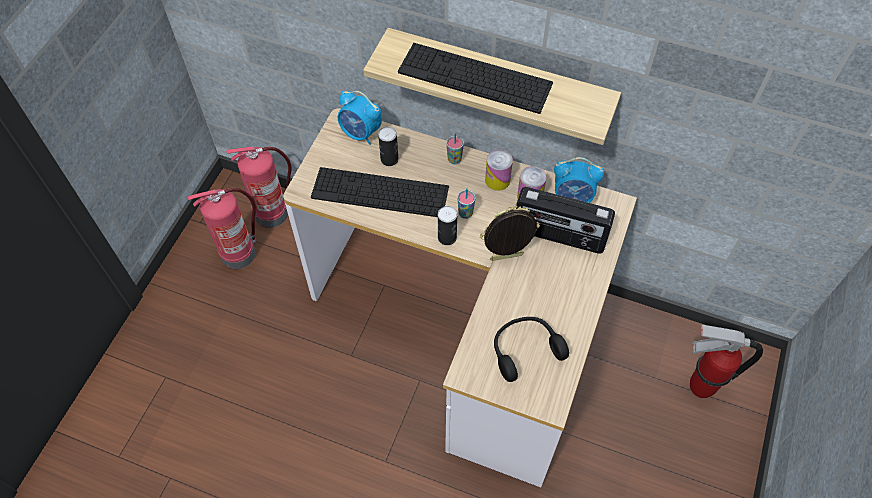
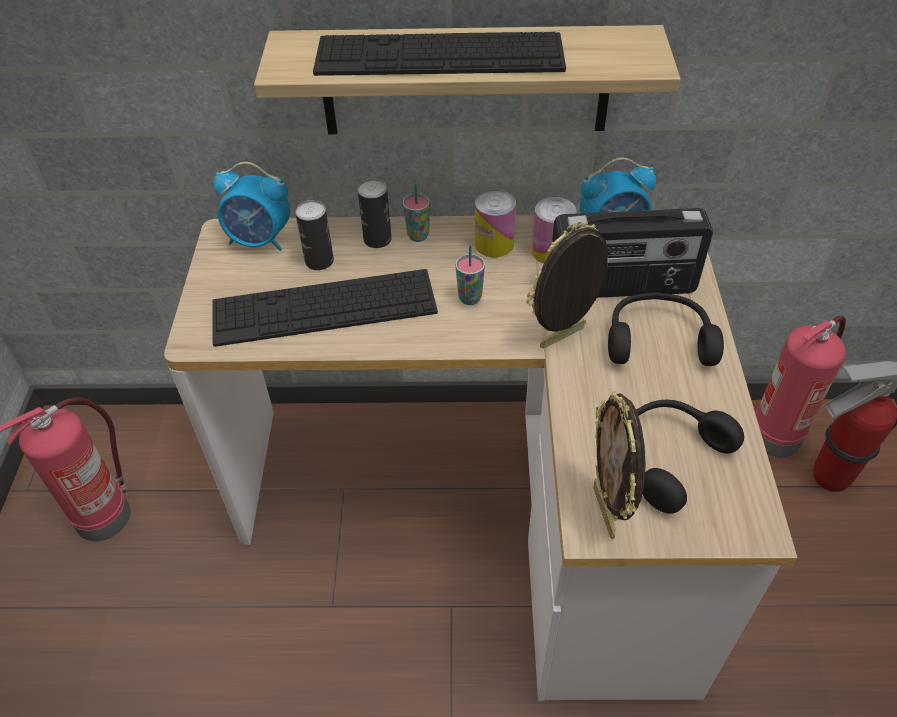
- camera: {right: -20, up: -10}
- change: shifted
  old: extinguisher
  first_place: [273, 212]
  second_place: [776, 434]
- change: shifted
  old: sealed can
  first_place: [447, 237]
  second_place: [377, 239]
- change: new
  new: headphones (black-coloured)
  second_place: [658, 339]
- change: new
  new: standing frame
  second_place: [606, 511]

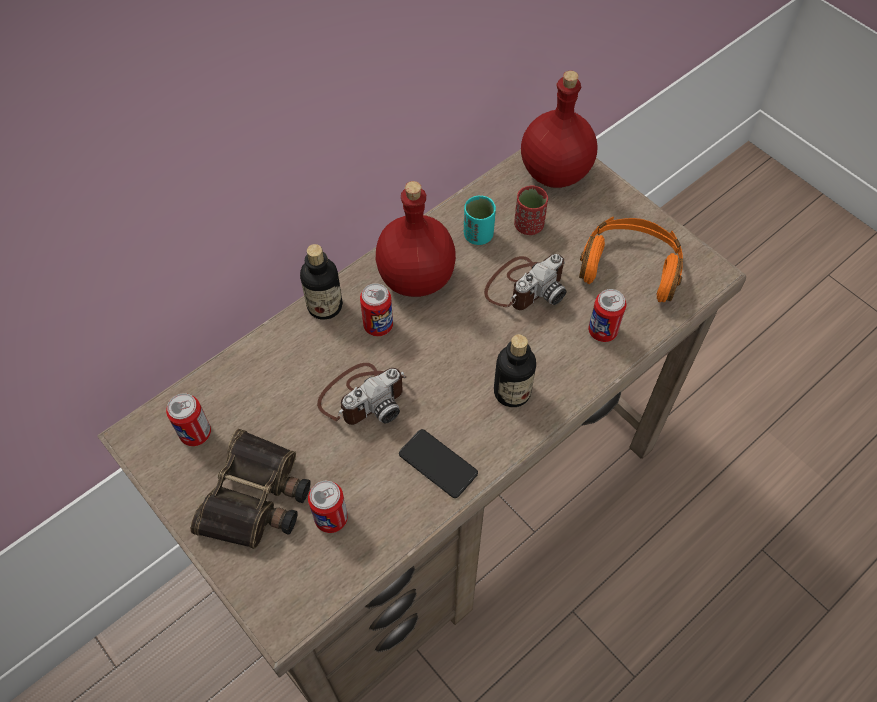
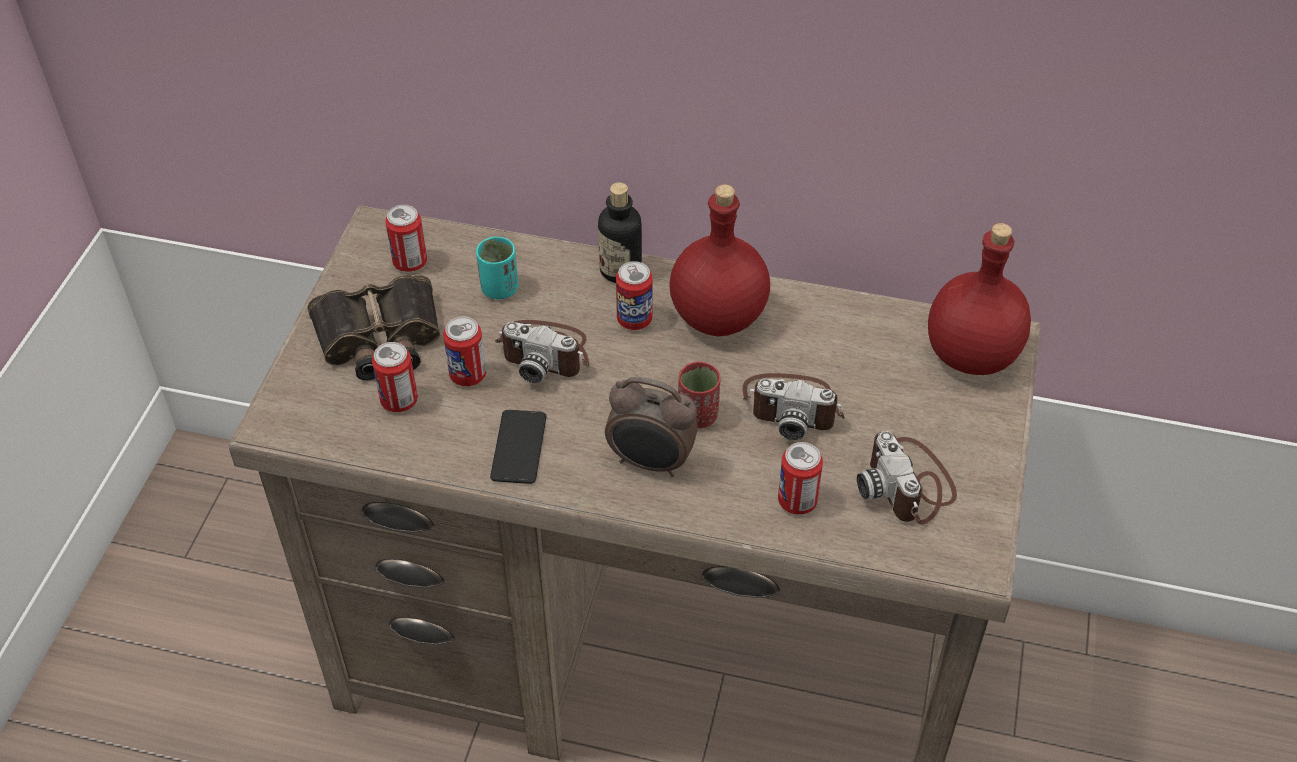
- camera: {right: 55, up: -10}
- change: shifted
  old: cup (reddish)
  first_place: [528, 225]
  second_place: [698, 415]
- change: shifted
  old: cup (blue-green)
  first_place: [478, 235]
  second_place: [499, 289]
- change: swapped
  old: headphones (orange)
  new: photo camera
  first_place: [630, 267]
  second_place: [908, 484]
- change: swapped
  old: beverage bottle
  new: alarm clock
  first_place: [512, 392]
  second_place: [651, 463]
- change: new
  new: sealed can
  second_place: [468, 375]

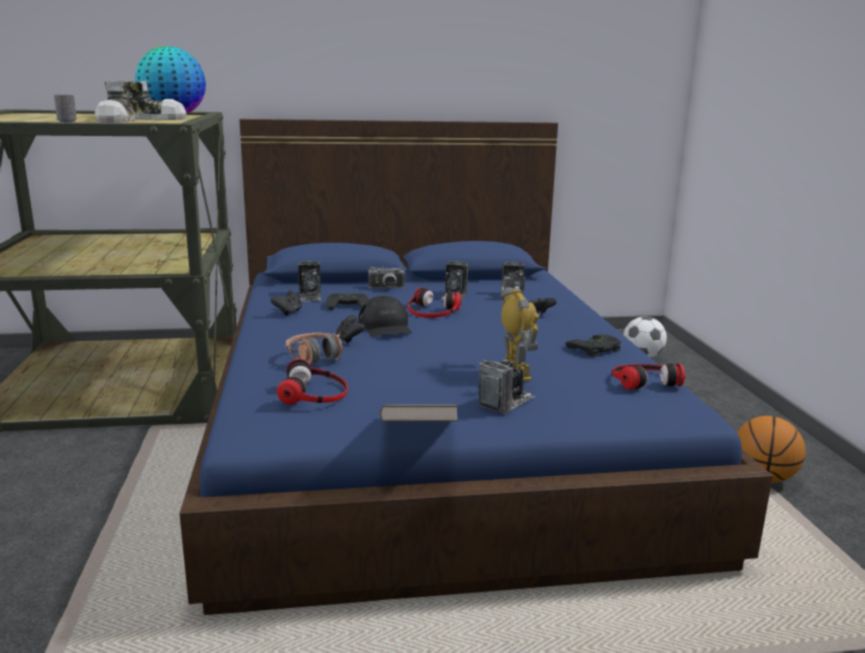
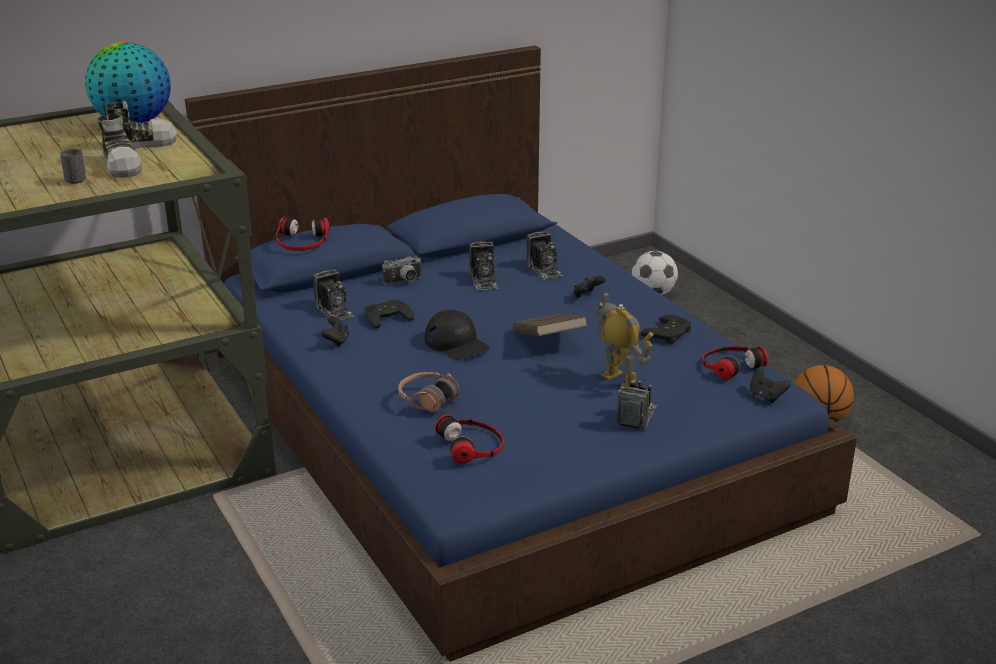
- camera: {right: -20, up: 10}
- change: shifted
  old: headphones
  first_place: [432, 311]
  second_place: [302, 240]
- change: shifted
  old: game controller (black-coloured)
  first_place: [349, 339]
  second_place: [766, 396]
- change: shifted
  old: bound book (brown)
  first_place: [418, 435]
  second_place: [549, 341]

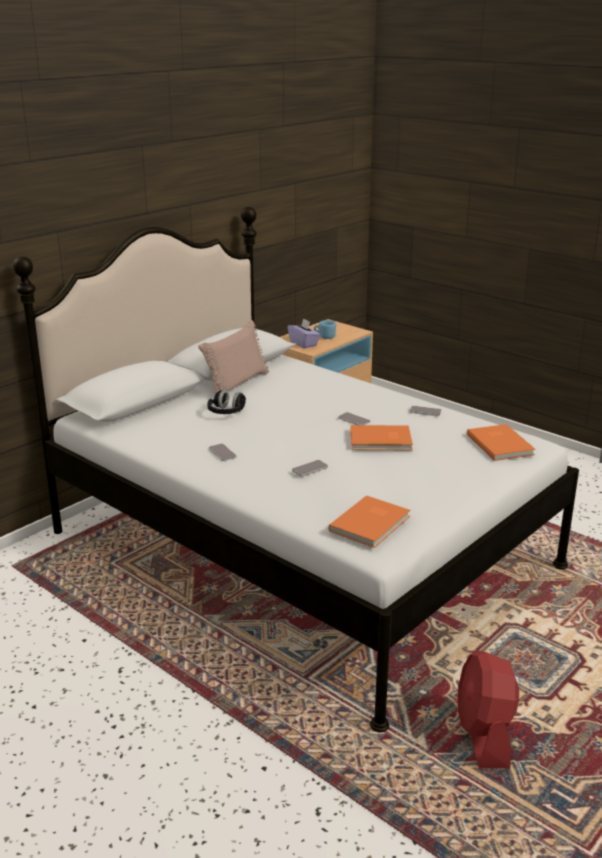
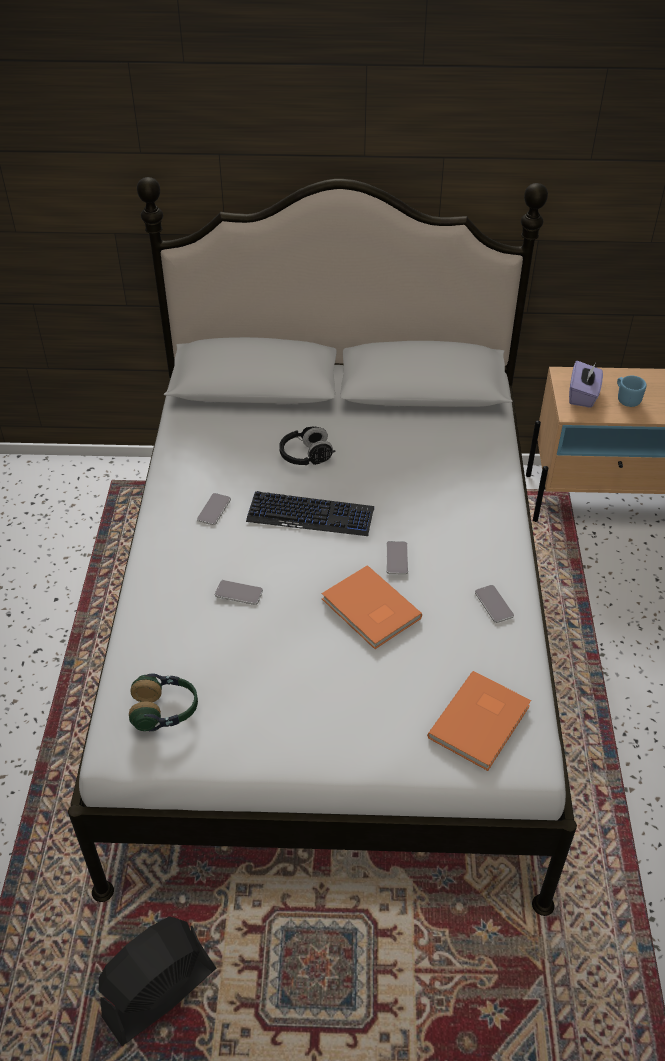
- camera: {right: 50, up: 20}
- change: gone
  old: throw pillow (sand-coloured)
  first_place: [236, 385]
- change: swapped
  old: bound book (orange)
  new: headphones
  first_place: [372, 523]
  second_place: [165, 710]
- change: repainted
  old: electric fan (reddish)
  new: electric fan (black-coloured)
  first_place: [484, 734]
  second_place: [159, 993]
- change: new
  new: PC keyboard
  second_place: [310, 515]

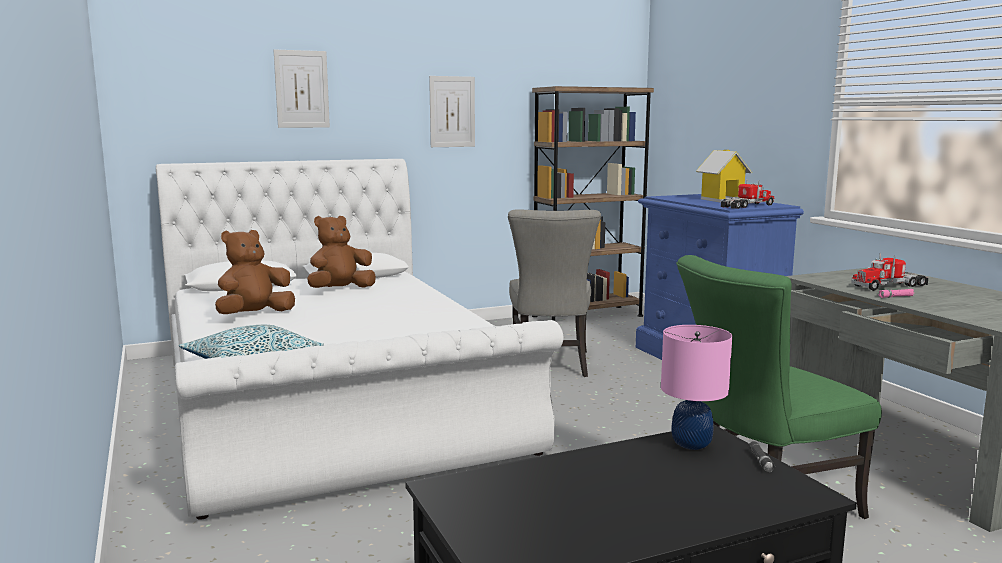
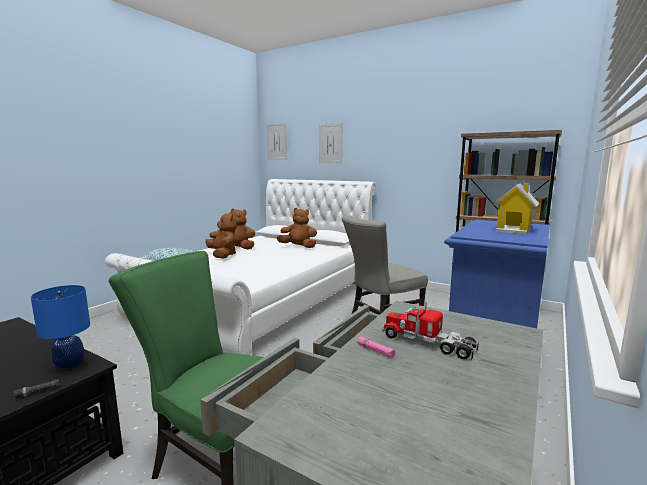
- camera: {right: 55, up: 0}
- change: shifted
  old: wall art
  first_place: [452, 111]
  second_place: [277, 141]
- change: gone
  old: toy truck
  first_place: [747, 206]
- change: repainted
  old: tabletop lamp (pink-coloured)
  new: tabletop lamp (blue-coloured)
  first_place: [693, 445]
  second_place: [69, 365]
- change: new
  new: soft toy (brown)
  second_place: [222, 255]

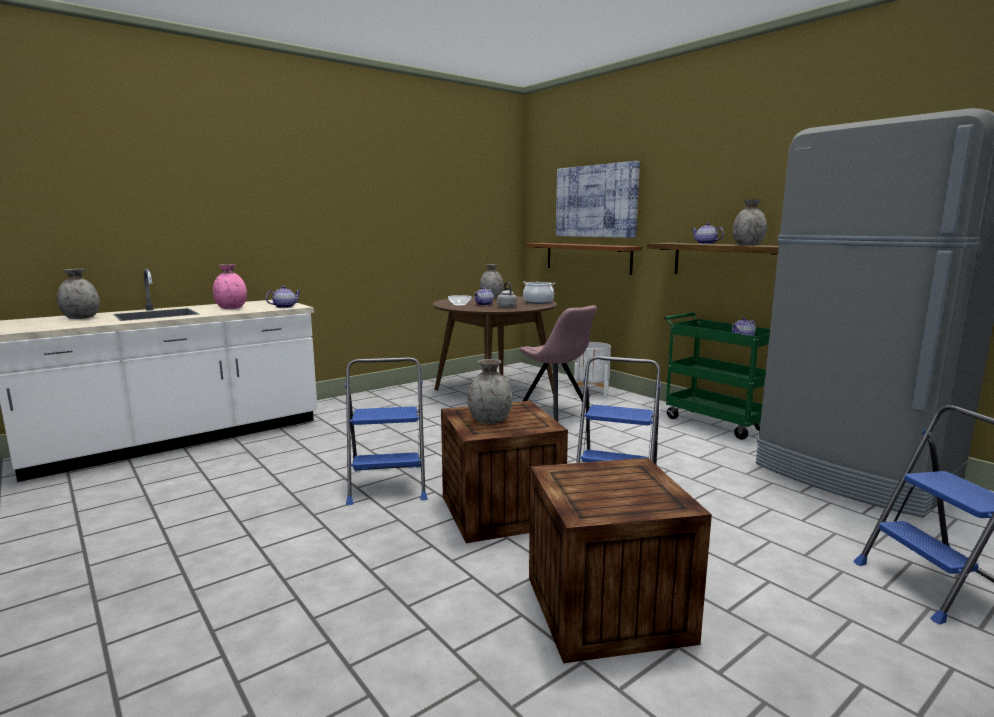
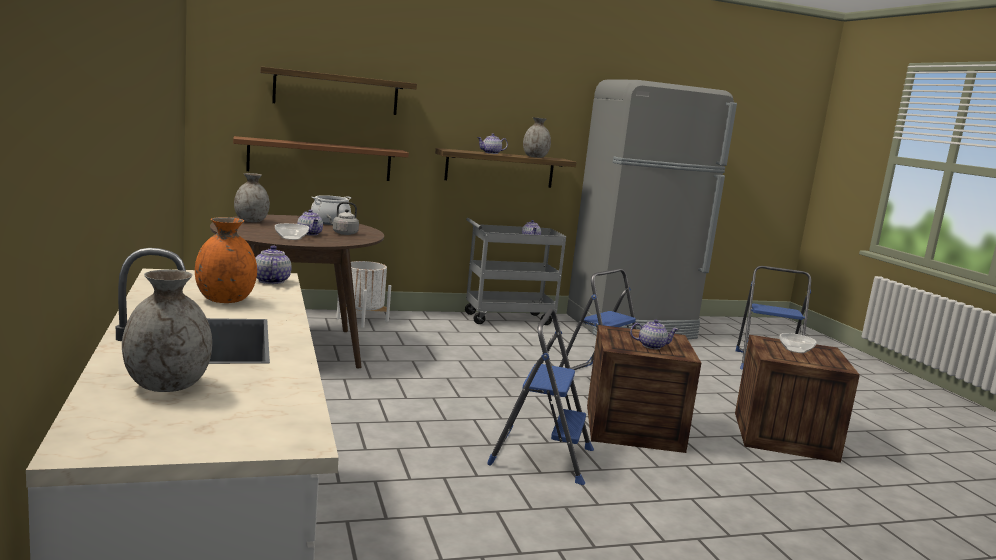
- camera: {right: -70, up: 0}
- change: swapped
  old: wall art
  new: bracket shelf
  first_place: [597, 201]
  second_place: [336, 92]
- change: repainted
  old: decorative vase (pink-coloured)
  new: decorative vase (orange)
  first_place: [231, 308]
  second_place: [225, 300]
- change: gone
  old: chair (pink-coloured)
  first_place: [555, 413]
- change: repainted
  old: trolley (greenish)
  new: trolley (greyish)
  first_place: [713, 424]
  second_place: [506, 319]
- change: swapped
  old: decorative vase (greyish)
  new: teapot
  first_place: [490, 421]
  second_place: [652, 346]
- change: new
  new: serving bowl
  second_place: [795, 350]

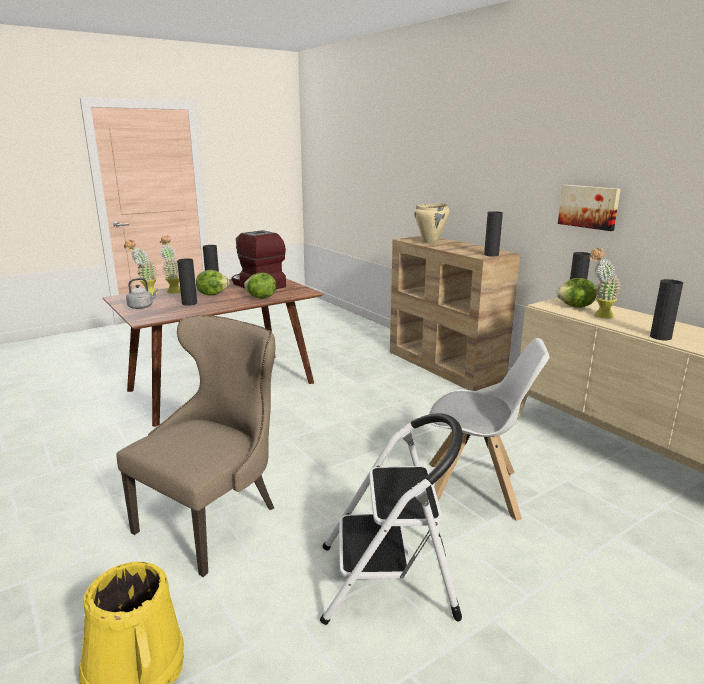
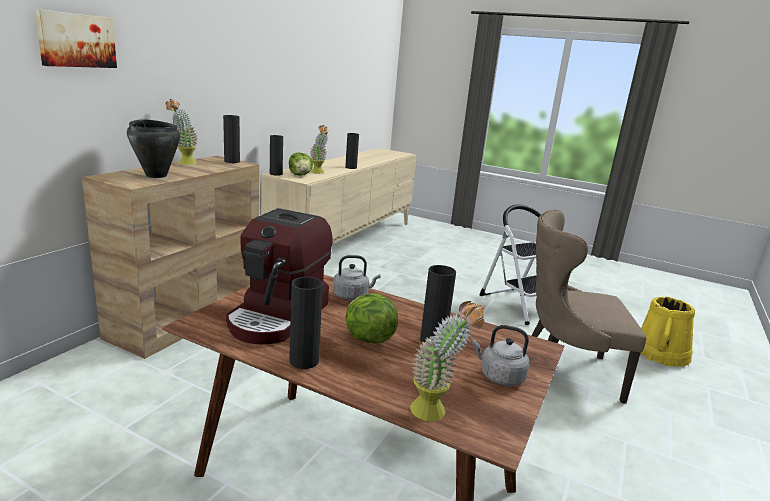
- camera: {right: -120, up: 0}
- change: shifted
  old: wall art
  first_place: [589, 207]
  second_place: [76, 40]
- change: repainted
  old: cooking pot (sand-coloured)
  new: cooking pot (black-coloured)
  first_place: [430, 242]
  second_place: [156, 175]
- change: shifted
  old: houseplant
  first_place: [173, 290]
  second_place: [184, 163]
- change: swapped
  old: head of lettuce
  new: tea kettle (greyish)
  first_place: [260, 298]
  second_place: [352, 296]
- change: gone
  old: chair
  first_place: [475, 490]

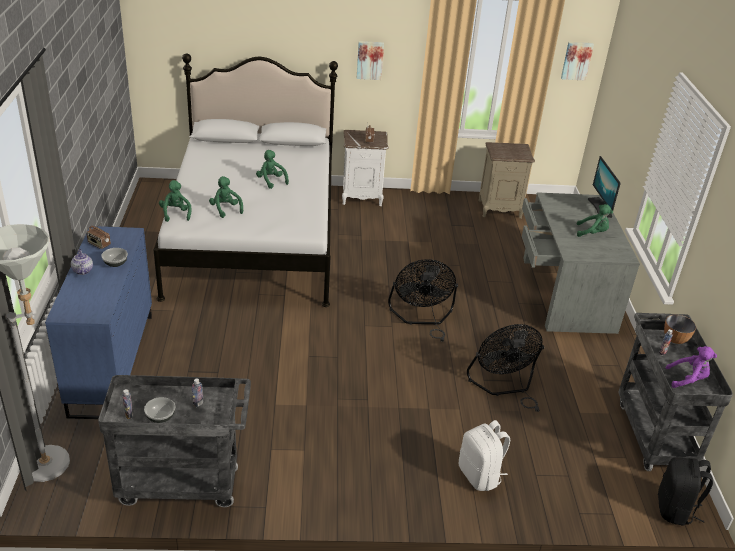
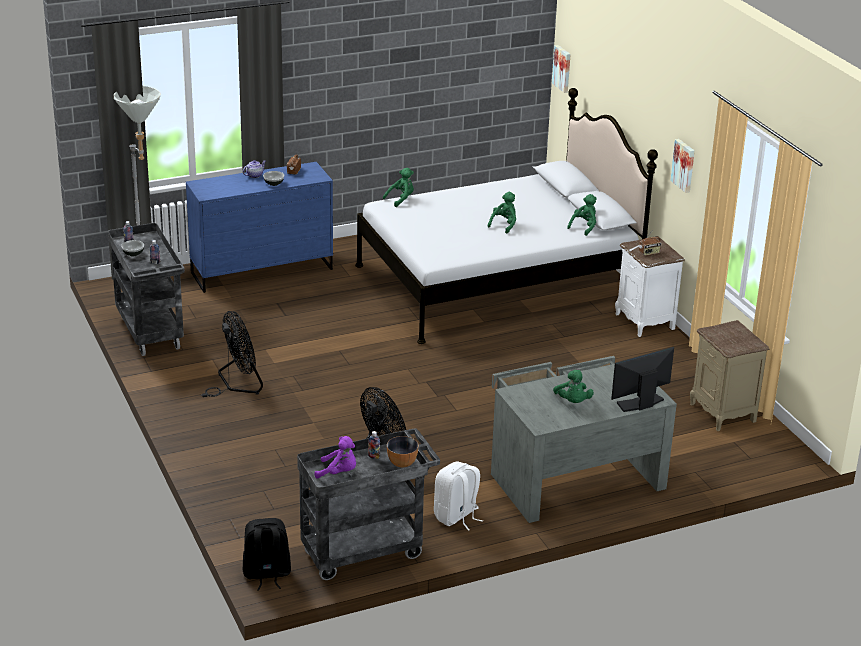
- camera: {right: 70, up: -5}
- change: shifted
  old: wall art
  first_place: [576, 60]
  second_place: [562, 68]
- change: shifted
  old: soft toy (greenish)
  first_place: [225, 209]
  second_place: [584, 227]
- change: shifted
  old: electric fan (black-coloured)
  first_place: [424, 318]
  second_place: [234, 381]
- change: rotated
  old: soft toy (purple-coloured)
  first_place: [688, 379]
  second_place: [339, 472]
  degrees: -60
- change: shifted
  old: backpack (white)
  first_place: [480, 476]
  second_place: [456, 517]

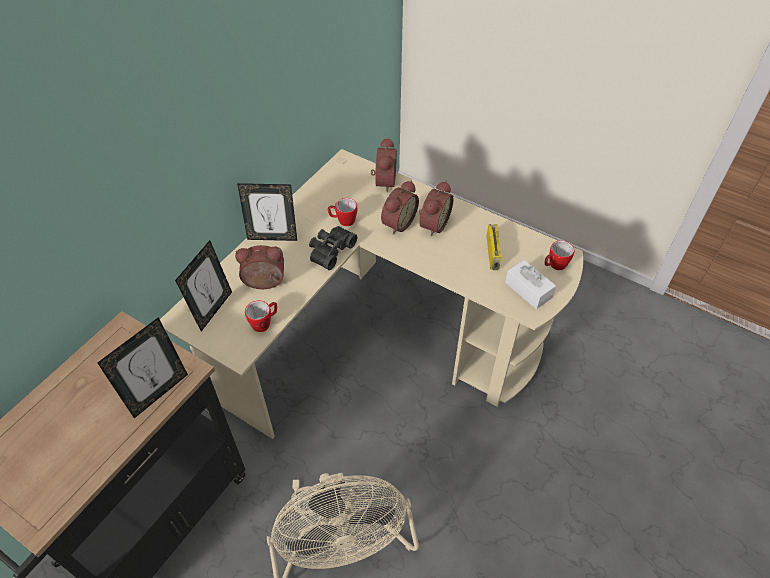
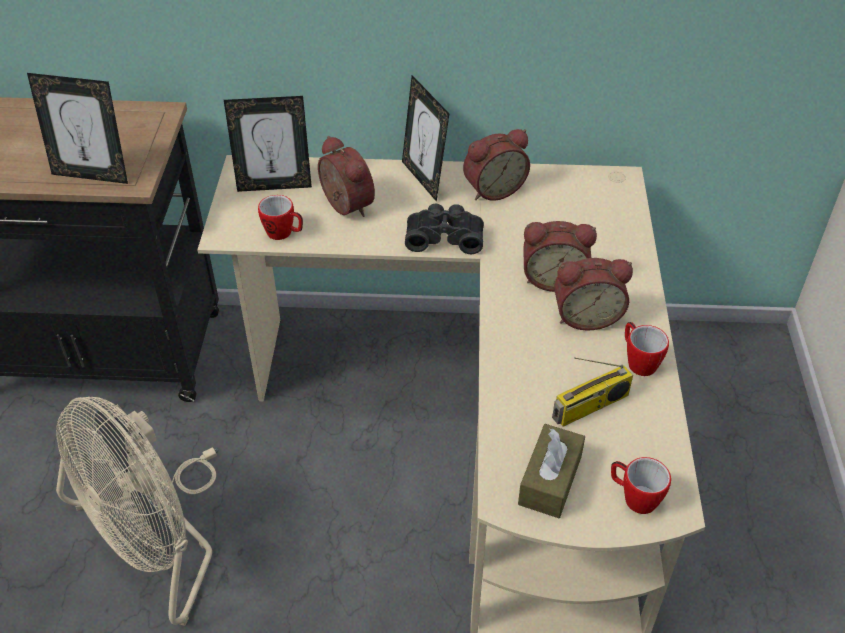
- camera: {right: 60, up: -5}
- change: shifted
  old: alarm clock
  first_place: [383, 181]
  second_place: [493, 189]
- change: shifted
  old: tea mug
  first_place: [343, 221]
  second_place: [638, 361]
- change: repainted
  old: tissue holder (white)
  new: tissue holder (brown)
  first_place: [528, 290]
  second_place: [550, 480]

